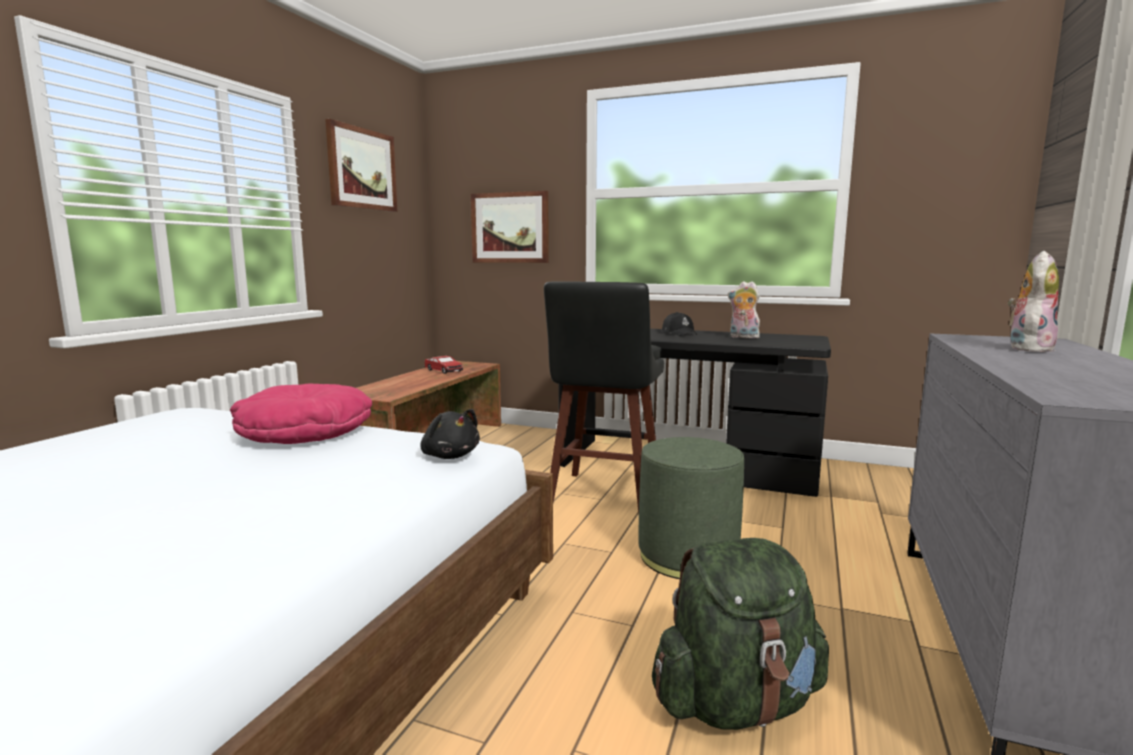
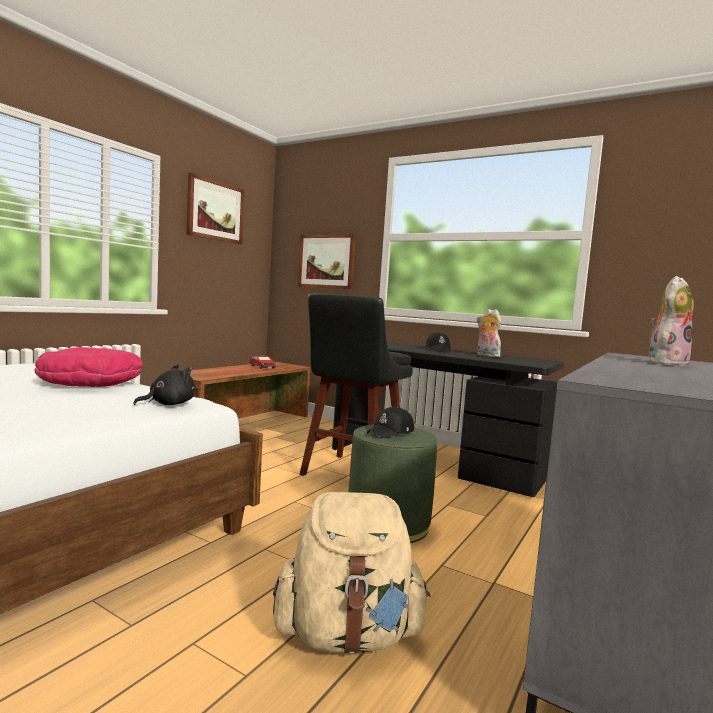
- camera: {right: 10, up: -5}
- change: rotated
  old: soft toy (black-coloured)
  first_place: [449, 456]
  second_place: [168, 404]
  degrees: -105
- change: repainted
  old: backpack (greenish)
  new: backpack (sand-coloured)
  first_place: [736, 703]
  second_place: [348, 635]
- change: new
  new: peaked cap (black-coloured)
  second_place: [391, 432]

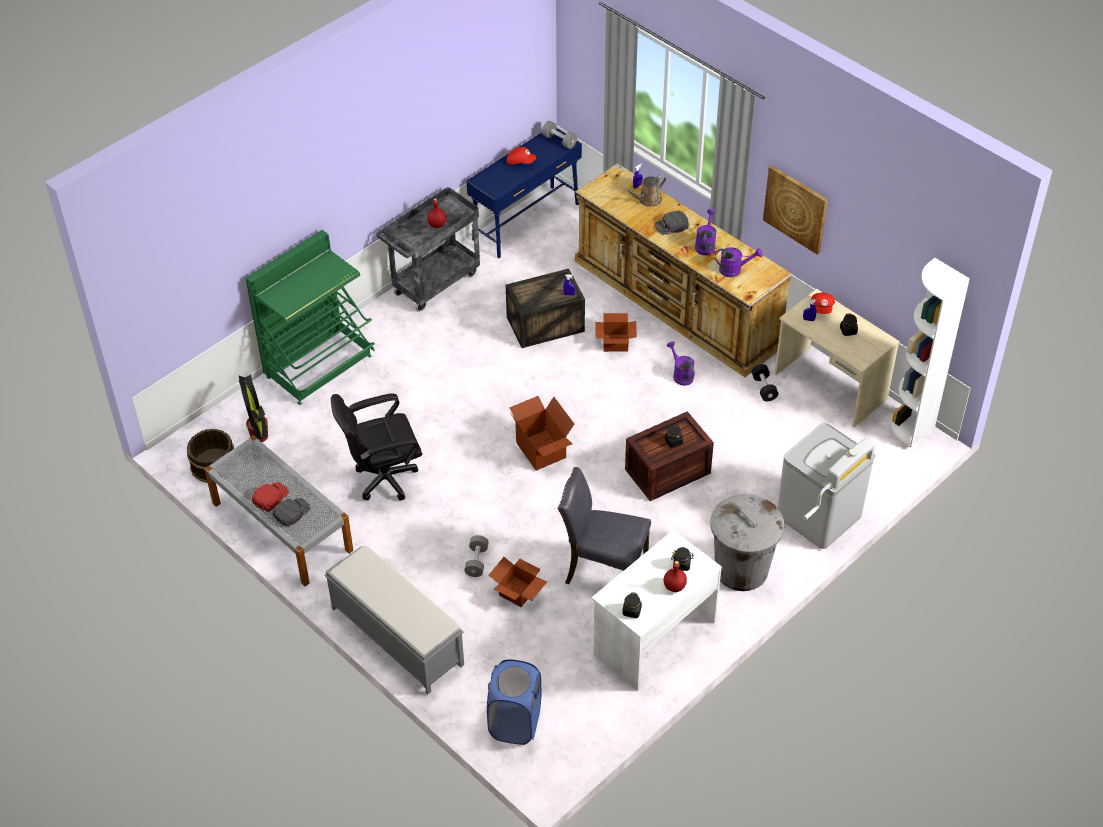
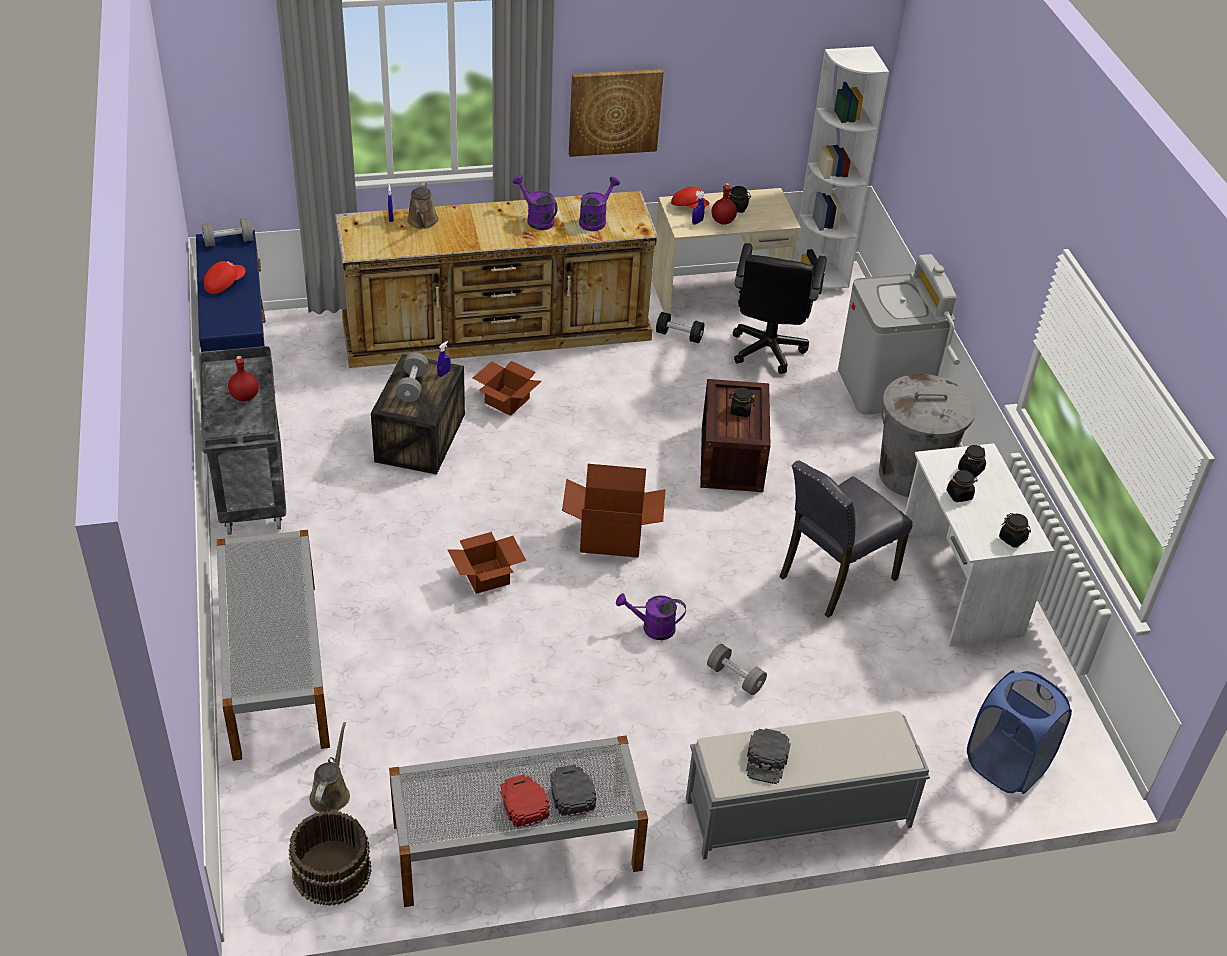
- camera: {right: -60, up: -5}
- change: shifted
  old: peaked cap (black-coloured)
  first_place: [671, 226]
  second_place: [767, 760]
- change: swapped
  old: shoe stand (greenish)
  new: long seat (greyish)
  first_place: [321, 368]
  second_place: [274, 667]
- change: shifted
  old: sprinkling can (purple-coloured)
  first_place: [680, 375]
  second_place: [652, 628]
- change: swapped
  old: houseplant
  new: sprinkling can (brown)
  first_place: [259, 437]
  second_place: [331, 793]
- change: shifted
  old: desk chair (black-coloured)
  first_place: [382, 481]
  second_place: [767, 354]
- change: shifted
  old: carton
  first_place: [518, 593]
  second_place: [488, 576]
- change: shifted
  old: beverage bottle (reddish)
  first_place: [675, 586]
  second_place: [723, 221]
- change: new
  new: hand weight (greyish)
  second_place: [412, 386]
- change: new
  new: preserve jar (black-coloured)
  second_place: [959, 495]

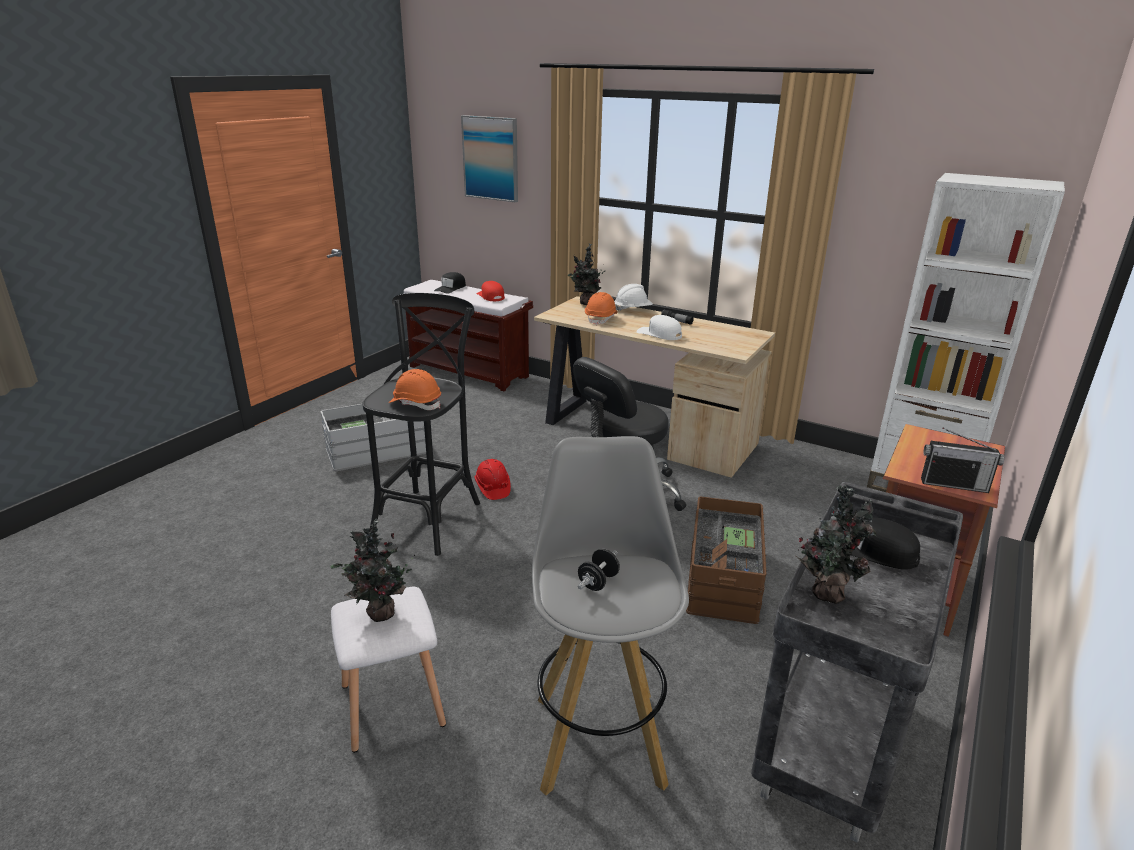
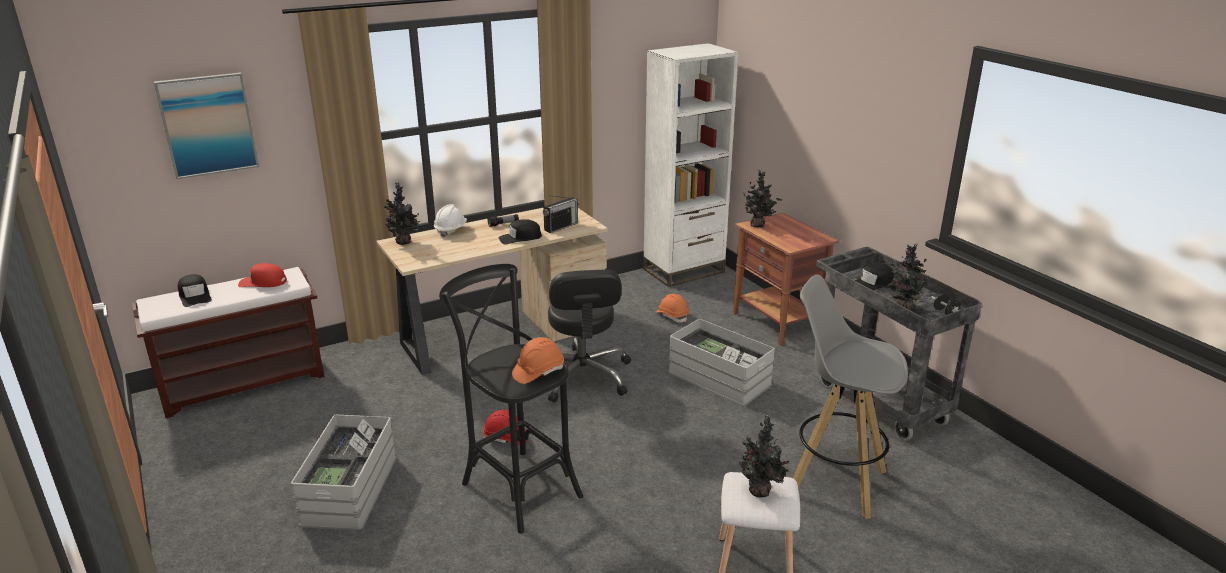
- camera: {right: -60, up: 0}
- change: shifted
  old: work helmet (orange)
  first_place: [601, 319]
  second_place: [672, 316]
- change: repainted
  old: peaked cap (white)
  new: peaked cap (black-coloured)
  first_place: [659, 334]
  second_place: [520, 238]
- change: shifted
  old: radio
  first_place: [954, 484]
  second_place: [561, 227]
- change: repainted
  old: storage bin (brown)
  new: storage bin (greyish)
  first_place: [724, 578]
  second_place: [720, 378]
- change: shifted
  old: hand weight (black-coloured)
  first_place: [598, 582]
  second_place: [945, 313]
- change: new
  new: houseplant
  second_place: [758, 225]

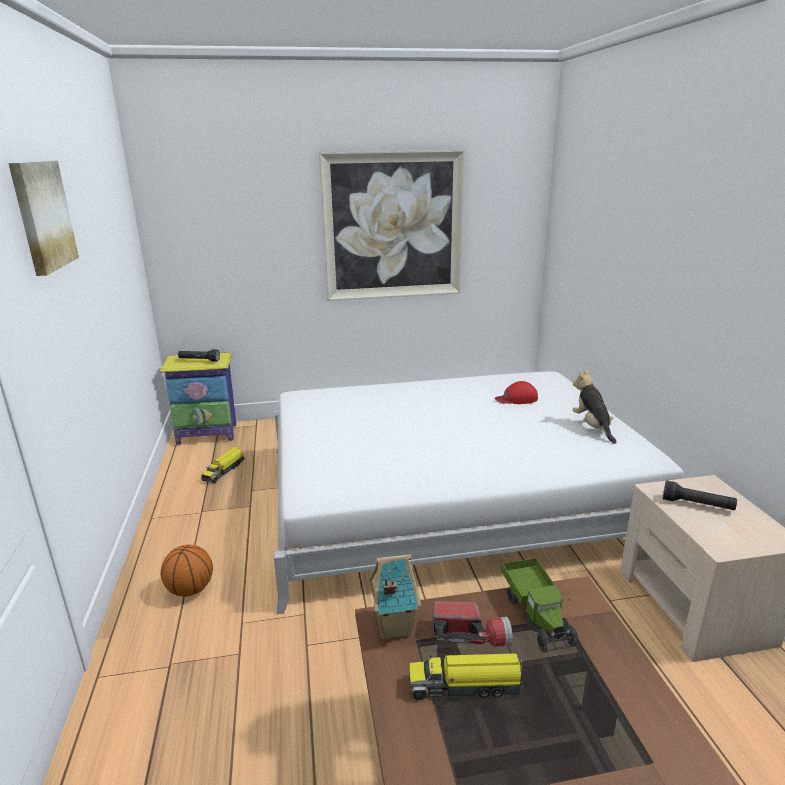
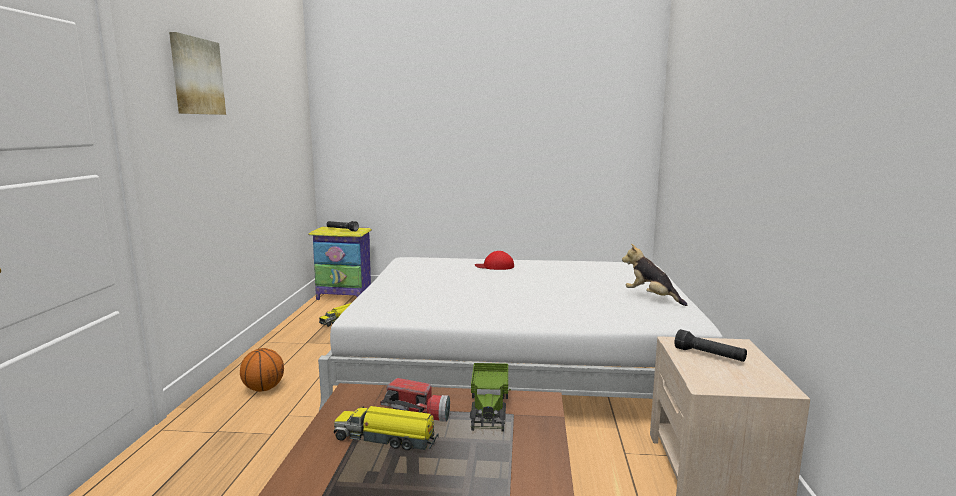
- camera: {right: 15, up: -10}
- change: gone
  old: wall art
  first_place: [393, 226]
- change: rotated
  old: soft toy
  first_place: [592, 427]
  second_place: [651, 297]
  degrees: -45
- change: shifted
  old: peaked cap (reddish)
  first_place: [516, 398]
  second_place: [495, 266]
- change: gone
  old: model house
  first_place: [393, 627]

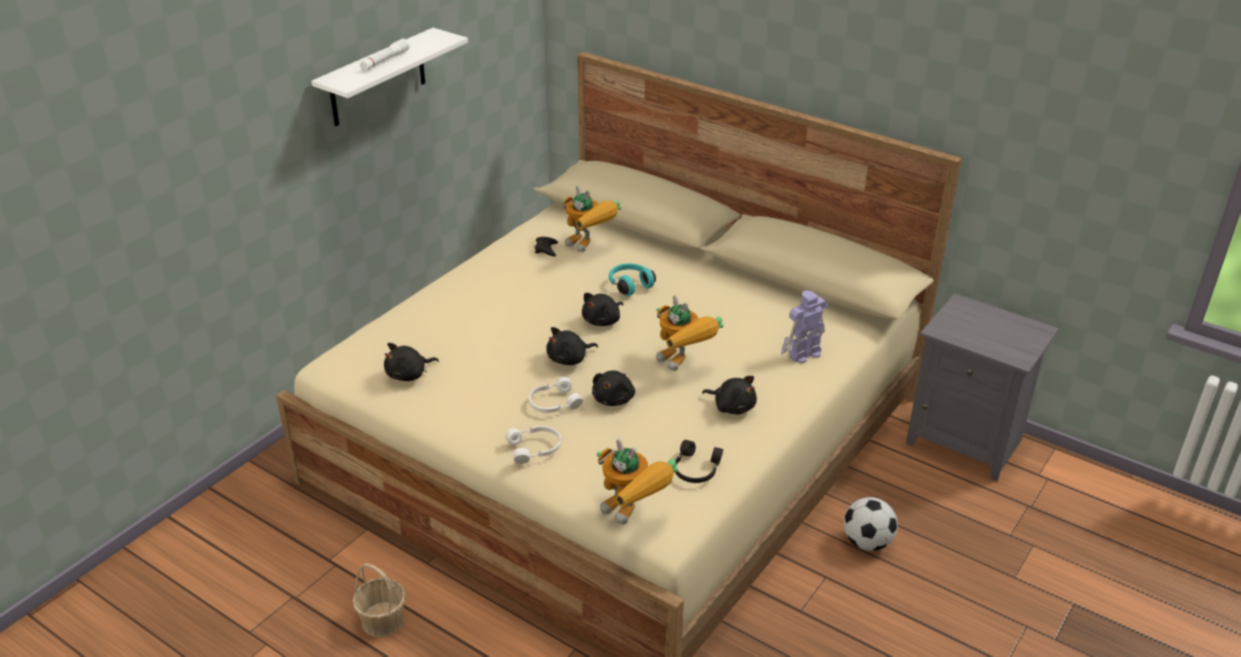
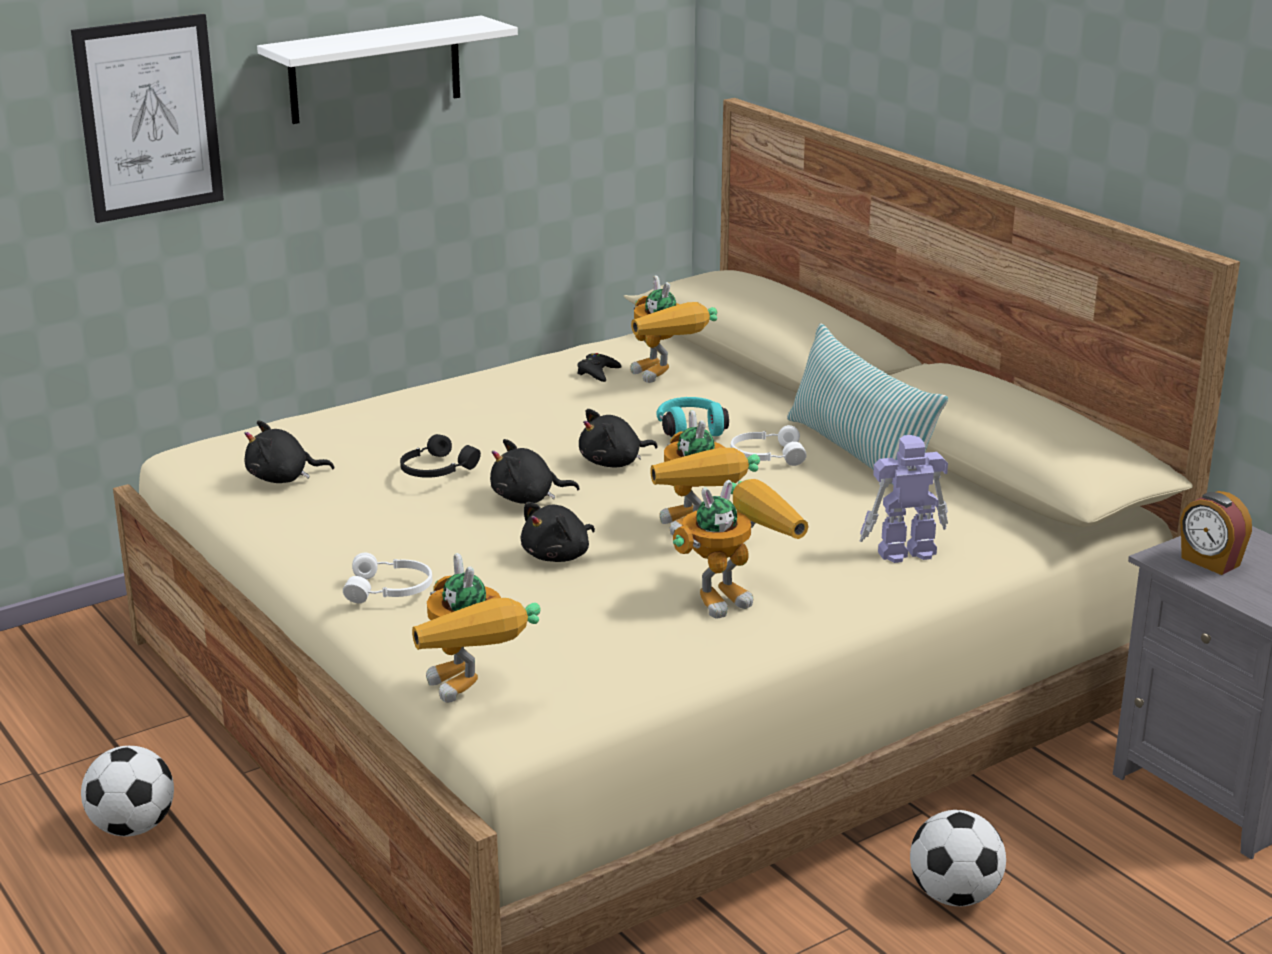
- camera: {right: 20, up: -10}
- change: gone
  old: torch (white)
  first_place: [385, 61]
- change: swapped
  old: soft toy (black-coloured)
  new: toy robot
  first_place: [732, 406]
  second_place: [735, 595]
- change: shifted
  old: headphones (white)
  first_place: [553, 403]
  second_place: [766, 456]
- change: shifted
  old: headphones (black-coloured)
  first_place: [695, 469]
  second_place: [435, 470]
- change: swapped
  old: storage basket
  new: football
  first_place: [382, 620]
  second_place: [133, 827]
- change: new
  new: wall art
  second_place: [149, 118]
- change: new
  new: throw pillow
  second_place: [859, 455]
- change: new
  new: alarm clock
  second_place: [1209, 562]

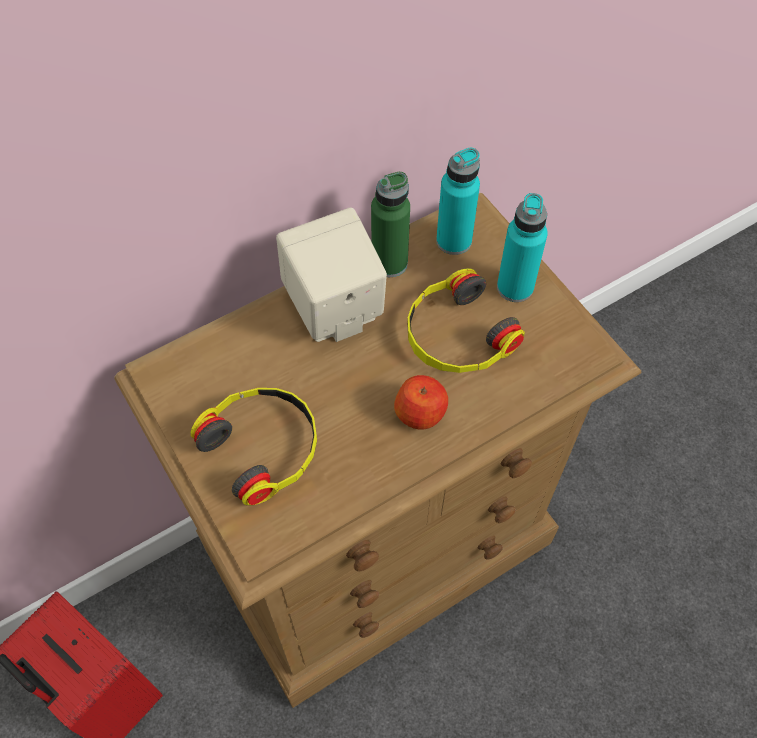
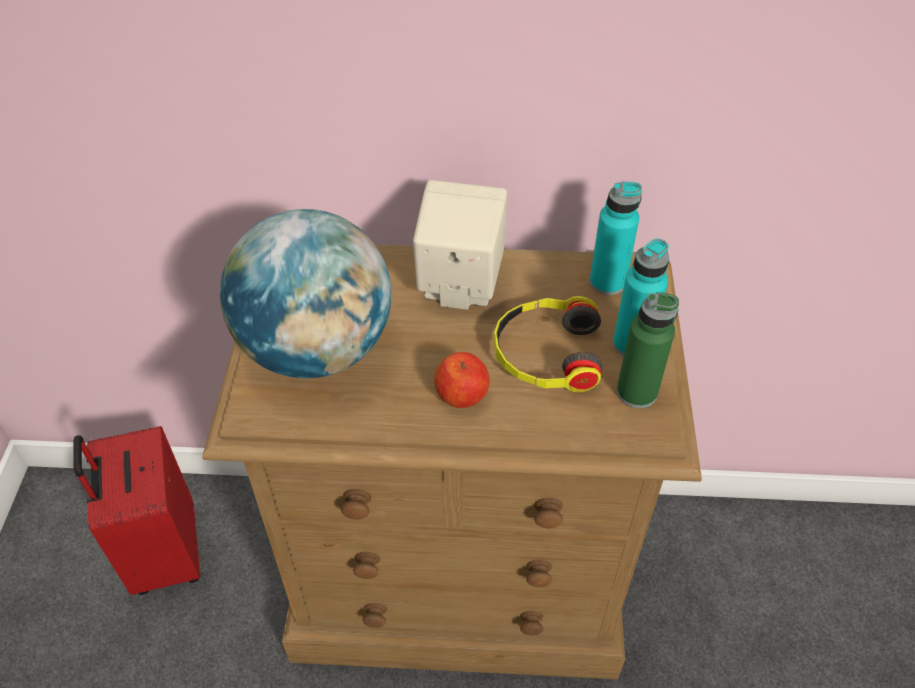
- camera: {right: 35, up: -10}
- change: shifted
  old: beverage bottle (greenish)
  first_place: [389, 263]
  second_place: [636, 392]
- change: swapped
  old: headphones
  new: globe
  first_place: [263, 446]
  second_place: [316, 349]

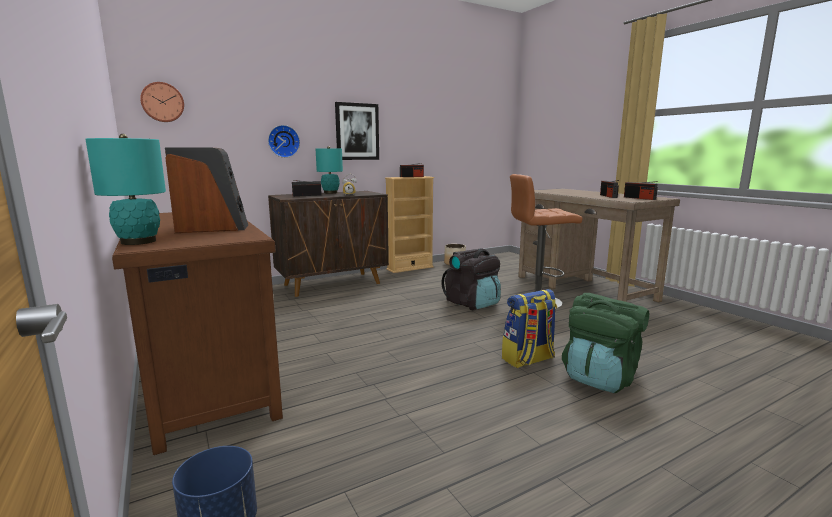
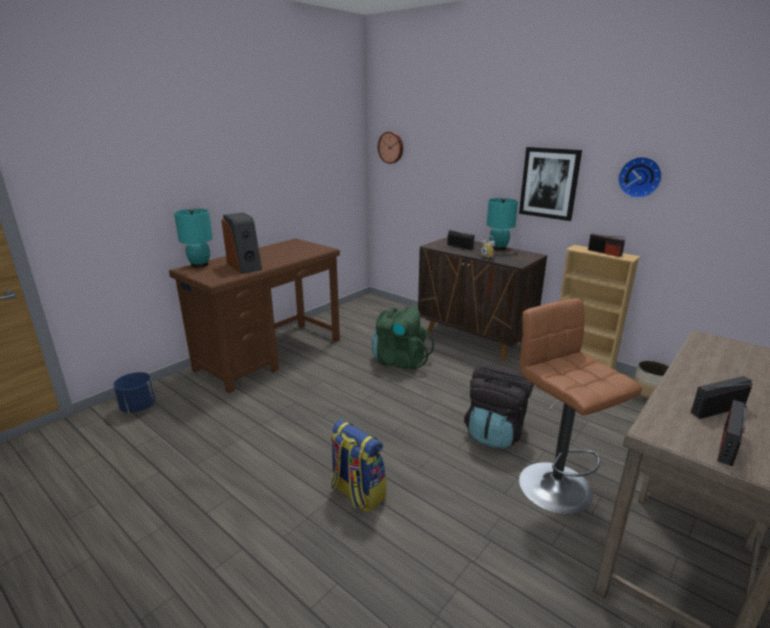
- camera: {right: 70, up: 10}
- change: shifted
  old: hanging clock
  first_place: [283, 141]
  second_place: [640, 177]
- change: shifted
  old: backpack (greenish)
  first_place: [600, 378]
  second_place: [399, 360]

